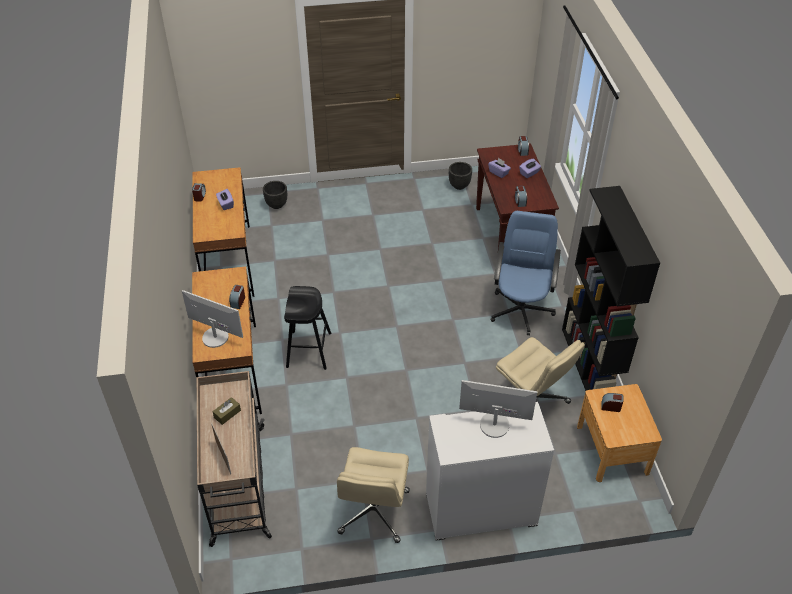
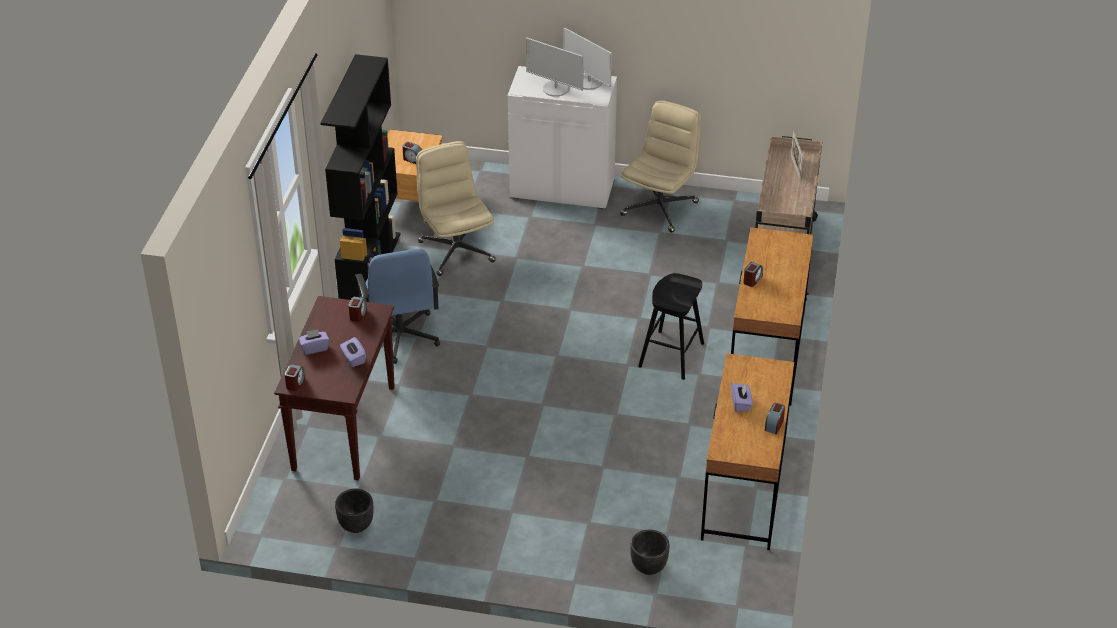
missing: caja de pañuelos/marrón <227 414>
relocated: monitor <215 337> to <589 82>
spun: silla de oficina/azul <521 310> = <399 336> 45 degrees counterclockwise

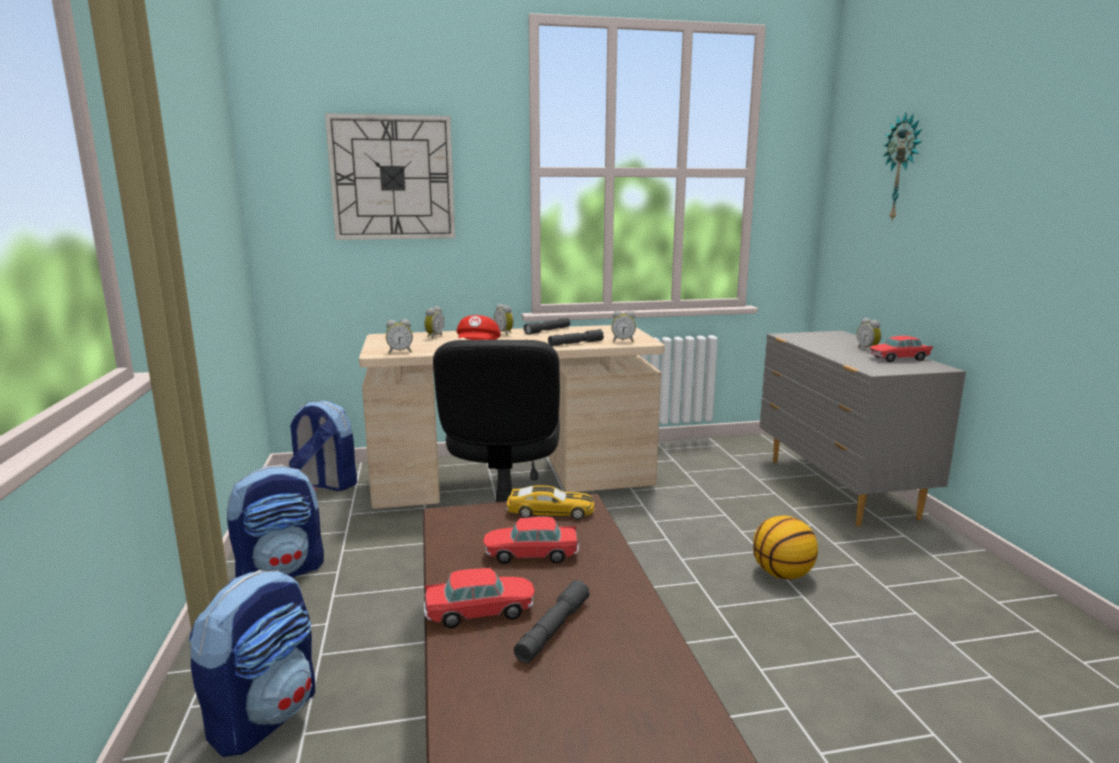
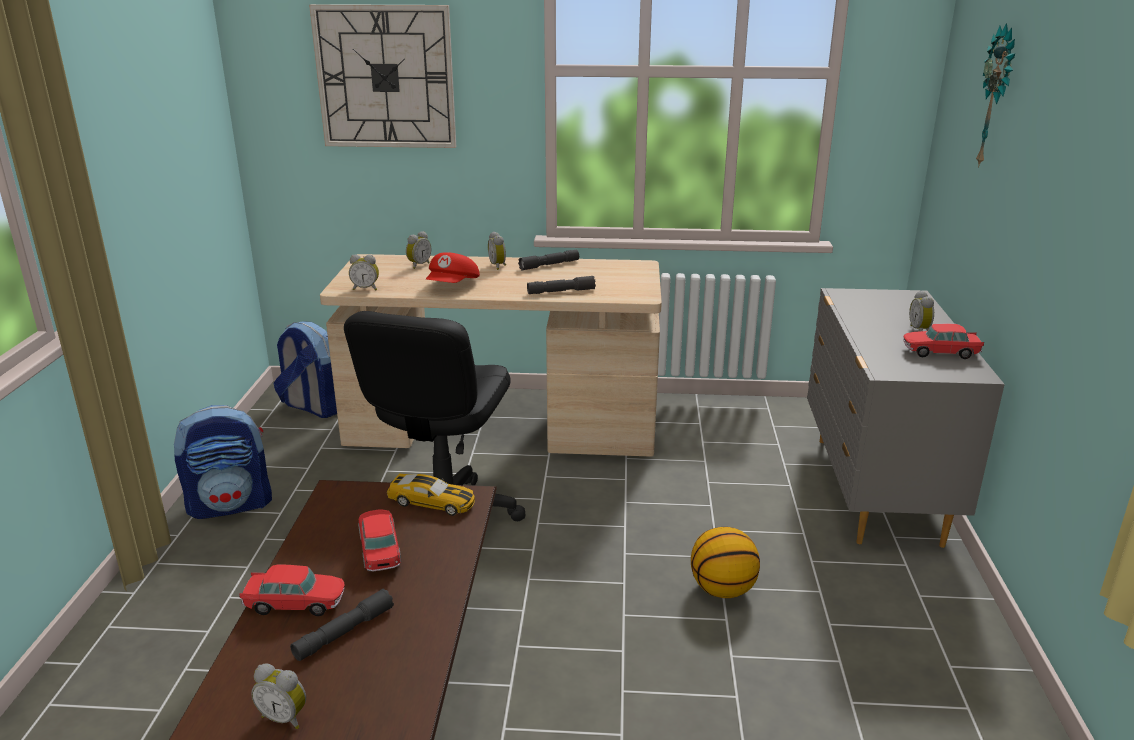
missing: mochila <265 715>
relocated: despertador <623 341> to <285 717>
spun: coche de juguete <531 554> = <380 550> 60 degrees clockwise

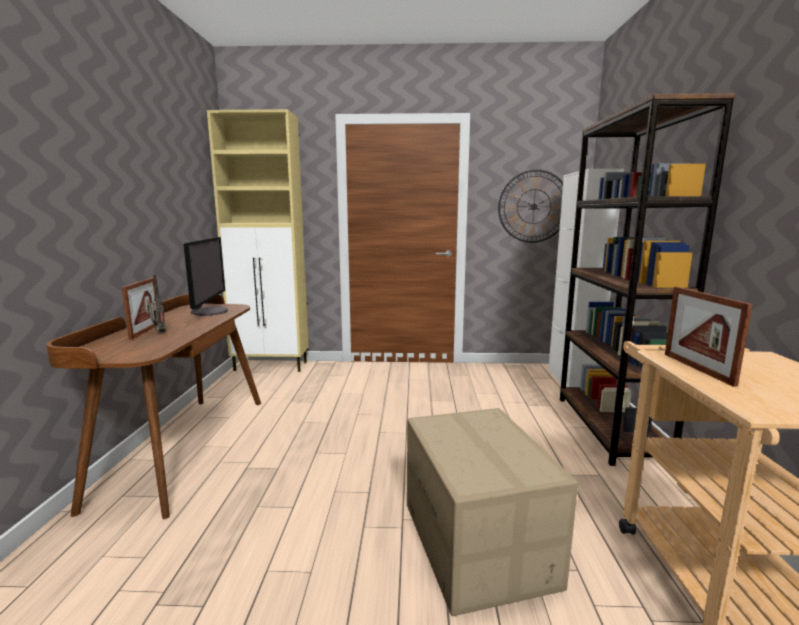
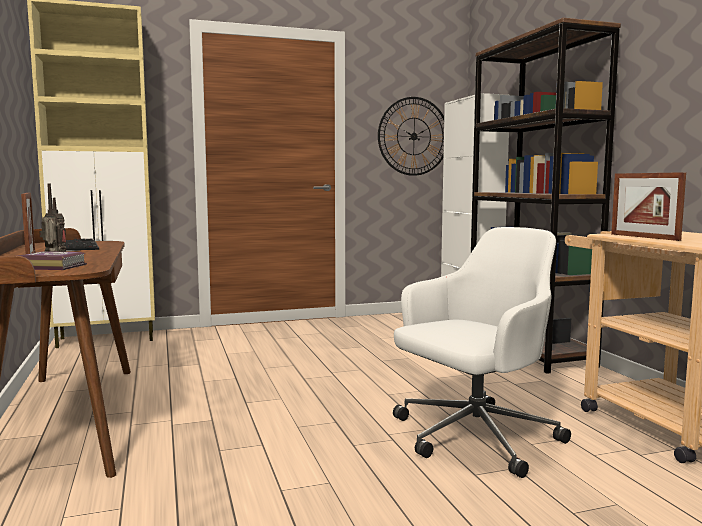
appeared: libro <51 266>
exchanged: monitor <209 312> to teclado <79 246>; caja de cartón <478 543> to silla de oficina/blanco <473 437>

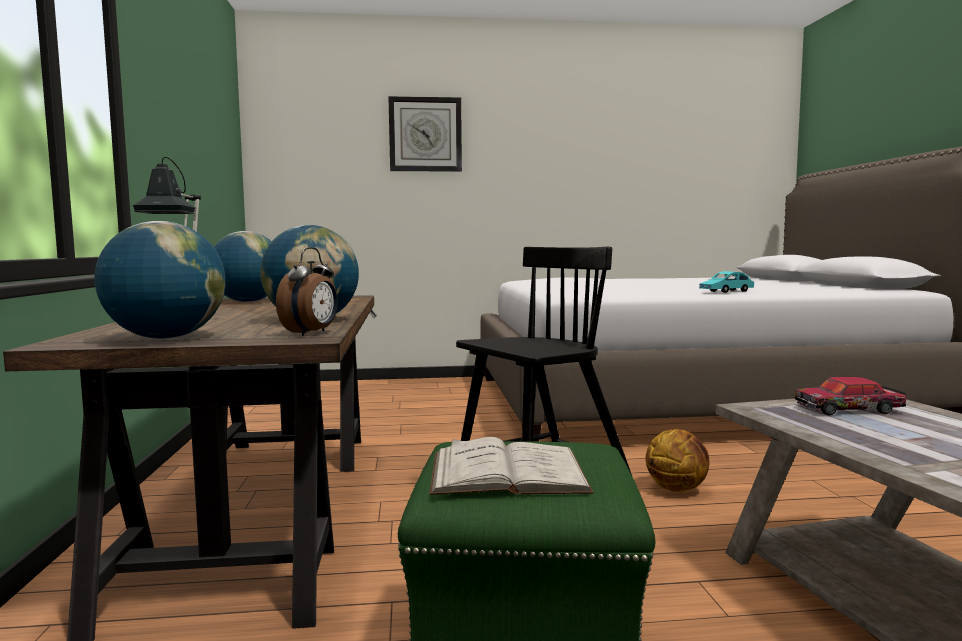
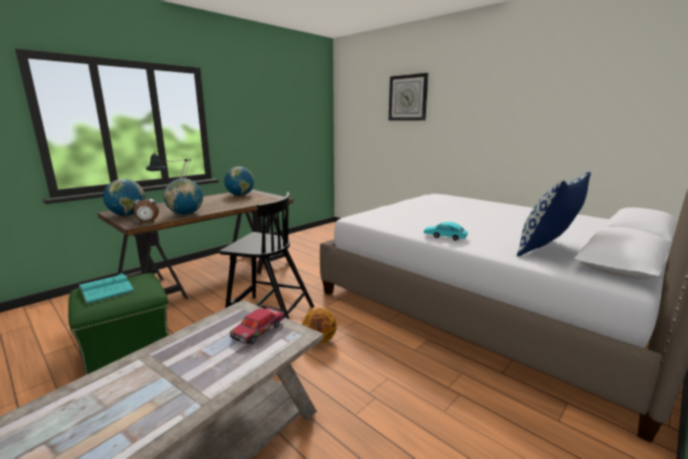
appeared: cojín <547 250>
colour: libro/blanco <507 472> to libro/turquesa <106 289>
spun: coche de juguete <849 409> = <259 330> 105 degrees counterclockwise

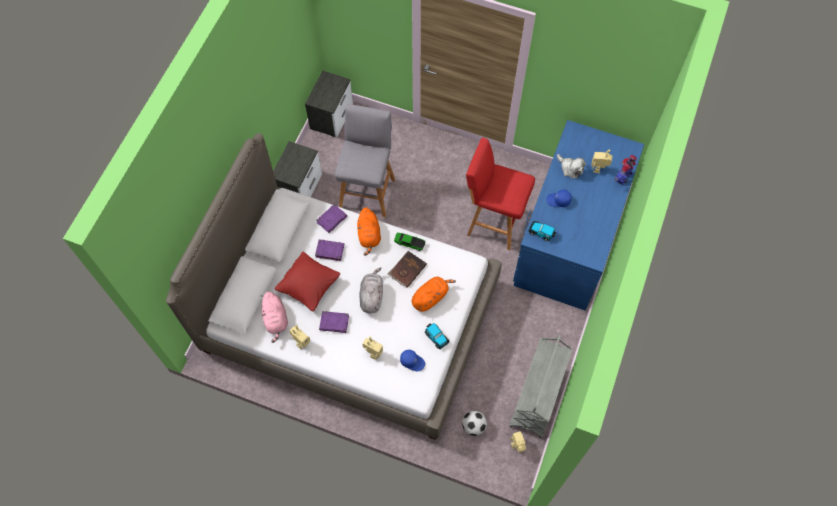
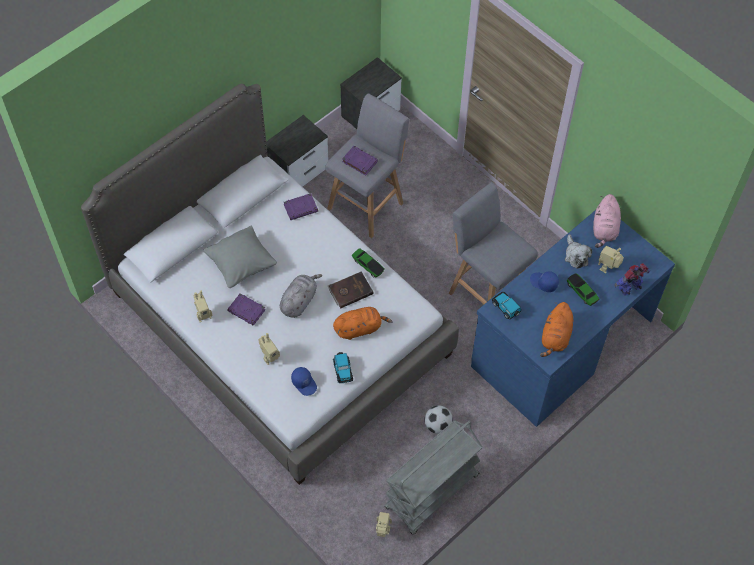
appeared: coche de juguete <582 292>
relocated: peluche/rosa <276 319> to <604 229>; libro/morado <329 251> to <359 162>; peluche/naranja <369 235> to <555 337>; balón de fútbol <473 426> to <437 425>
colour: cojín/rojo <309 286> to cojín/gris <241 264>; taburete/rojo <493 221> to taburete/gris <486 291>

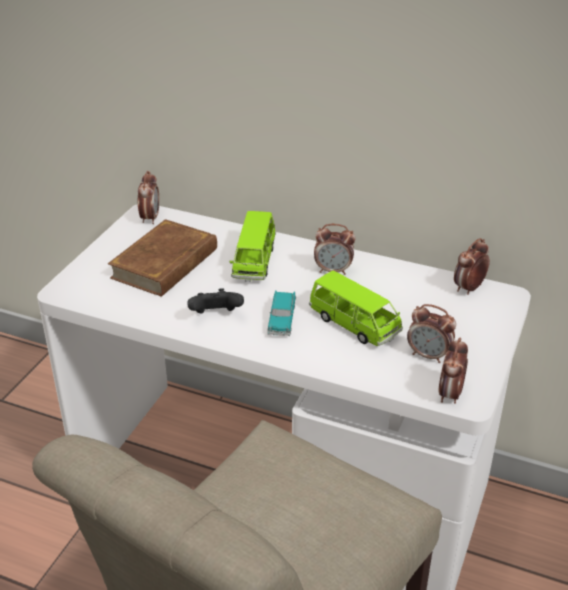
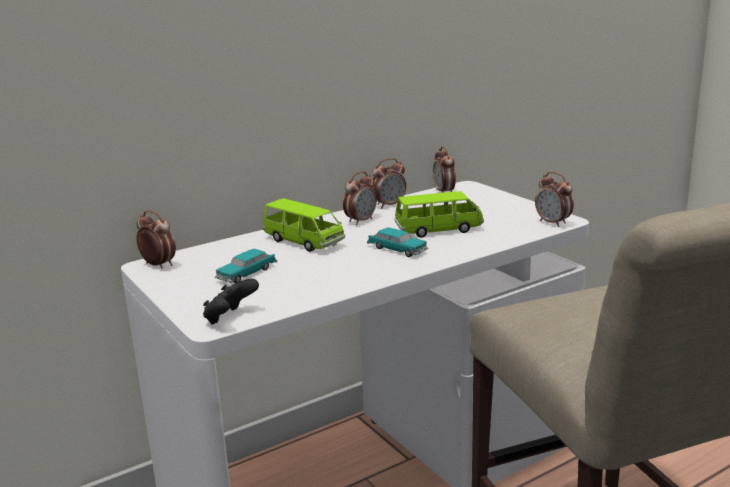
relocated: mando de consola/negro <216 316> to <230 318>; despertador <428 355> to <389 205>
exchanged: libro/marrón <165 263> to coche de juguete <246 273>

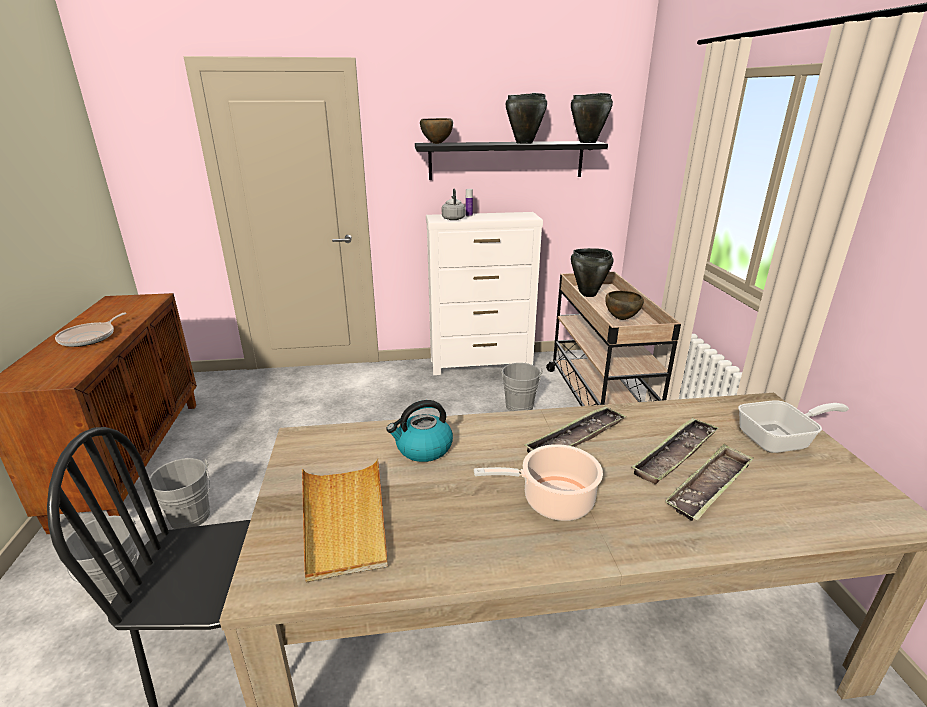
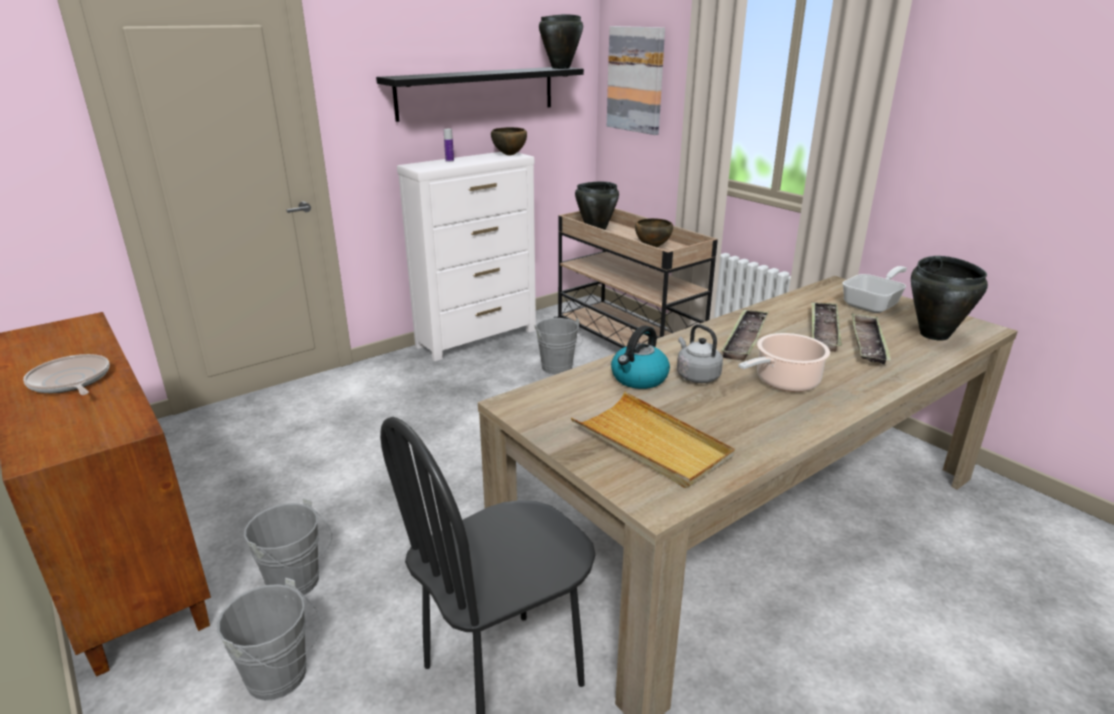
appeared: cuadro <636 80>
relocated: cuenco/marrón <437 143> to <510 155>; hervidor/gris <453 218> to <696 376>; olla/negro <524 143> to <934 335>
spun: sartén <90 337> = <71 381> 150 degrees clockwise

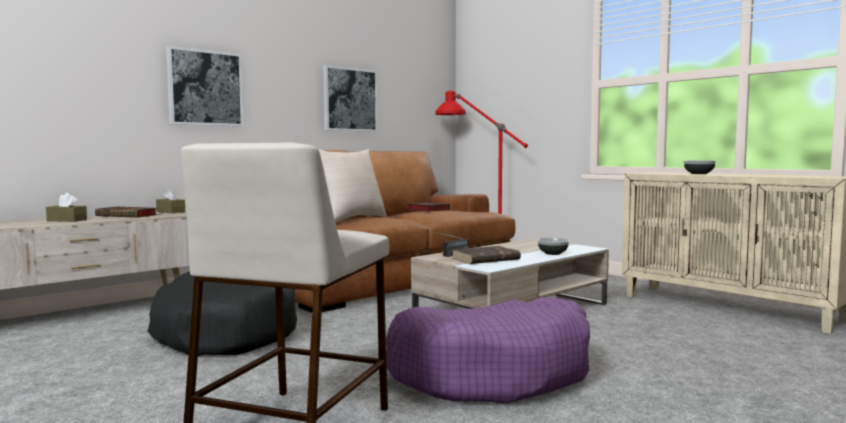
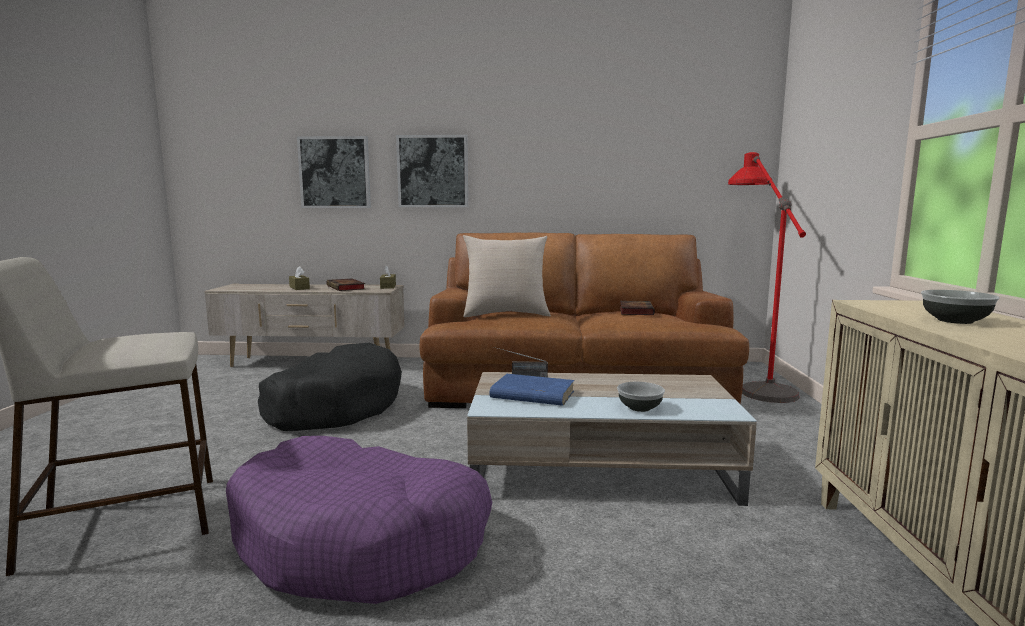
relocated: cuadro <350 99> to <335 172>
colour: libro/marrón <485 259> to libro/azul <531 394>

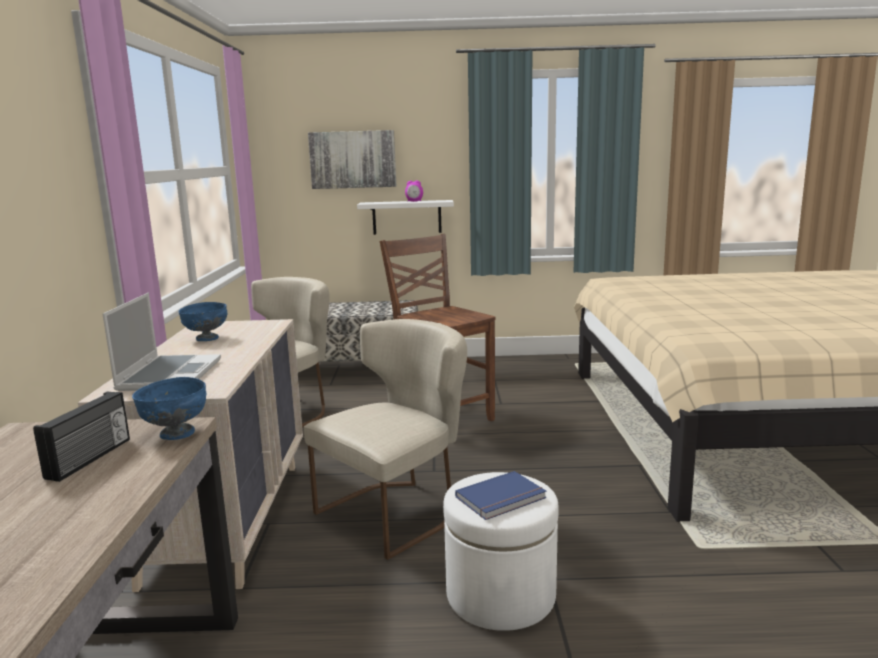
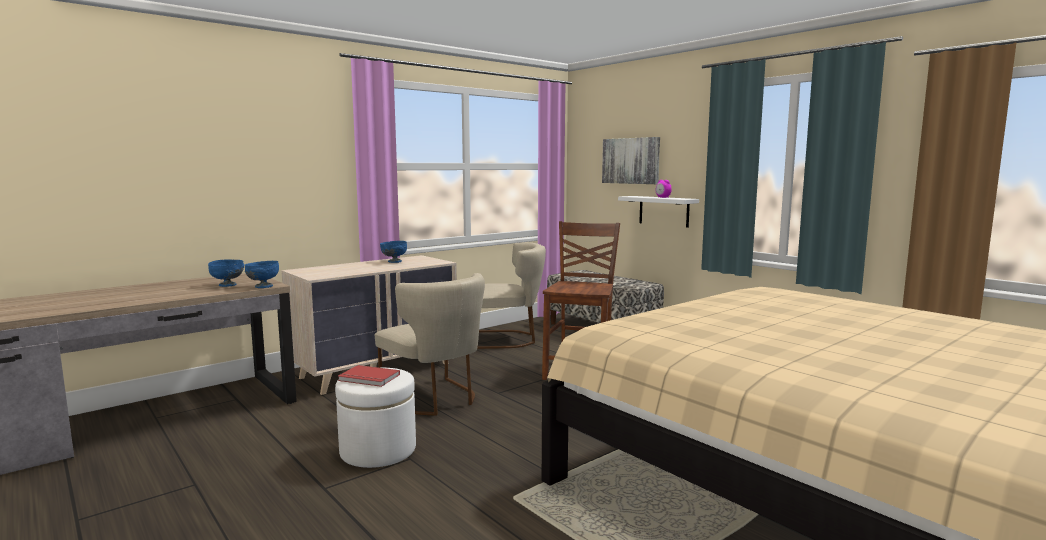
missing: portátil <169 374>
exchanged: radio <91 458> to cuenco/azul <227 285>
colour: libro/azul <502 498> to libro/rojo <368 378>
spun: silla/beis <397 510> = <435 399> 45 degrees clockwise

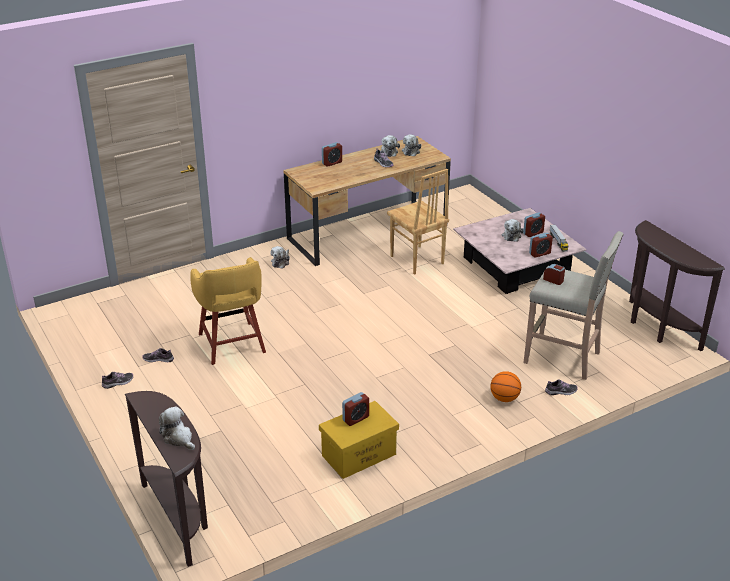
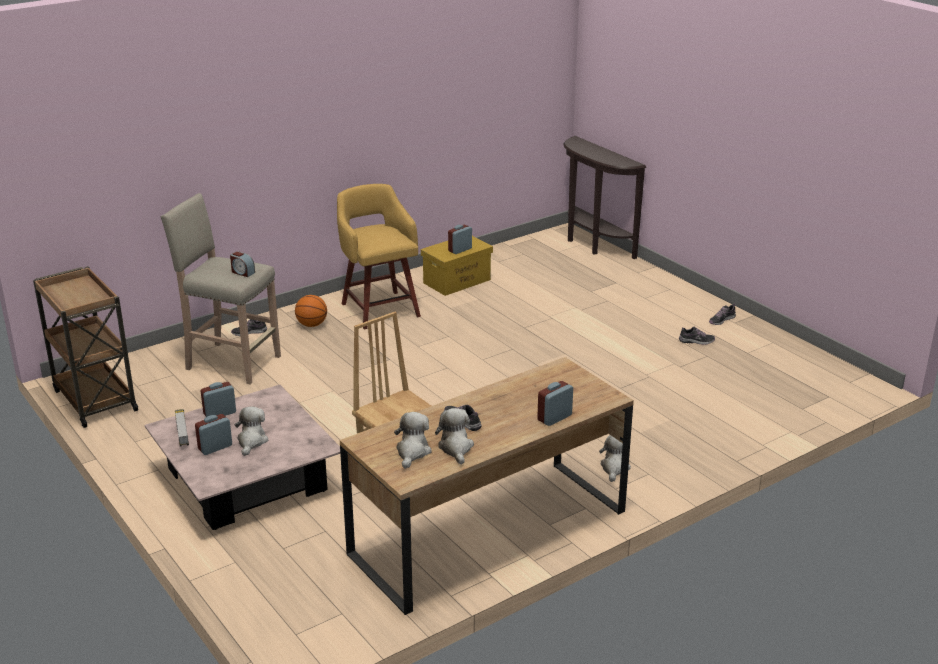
missing: peluche <178 438>
relocated: taburete/amarillo <232 345> to <380 309>
exchanged: mesa consola/marrón <656 328> to carrito/marrón <94 399>

